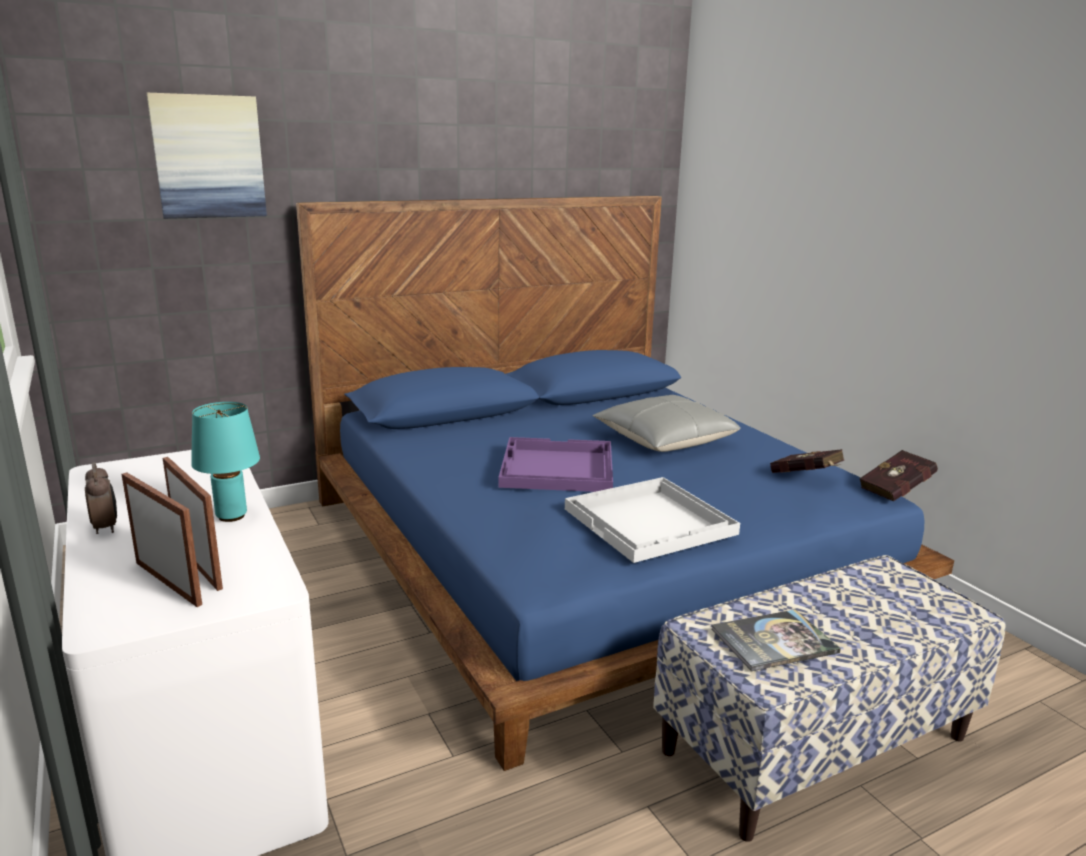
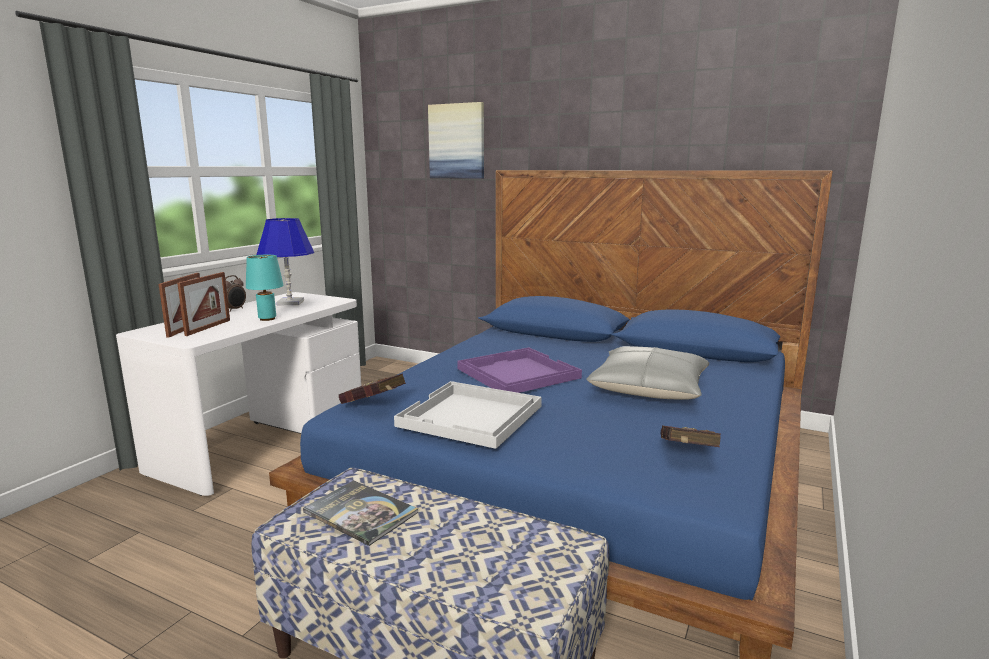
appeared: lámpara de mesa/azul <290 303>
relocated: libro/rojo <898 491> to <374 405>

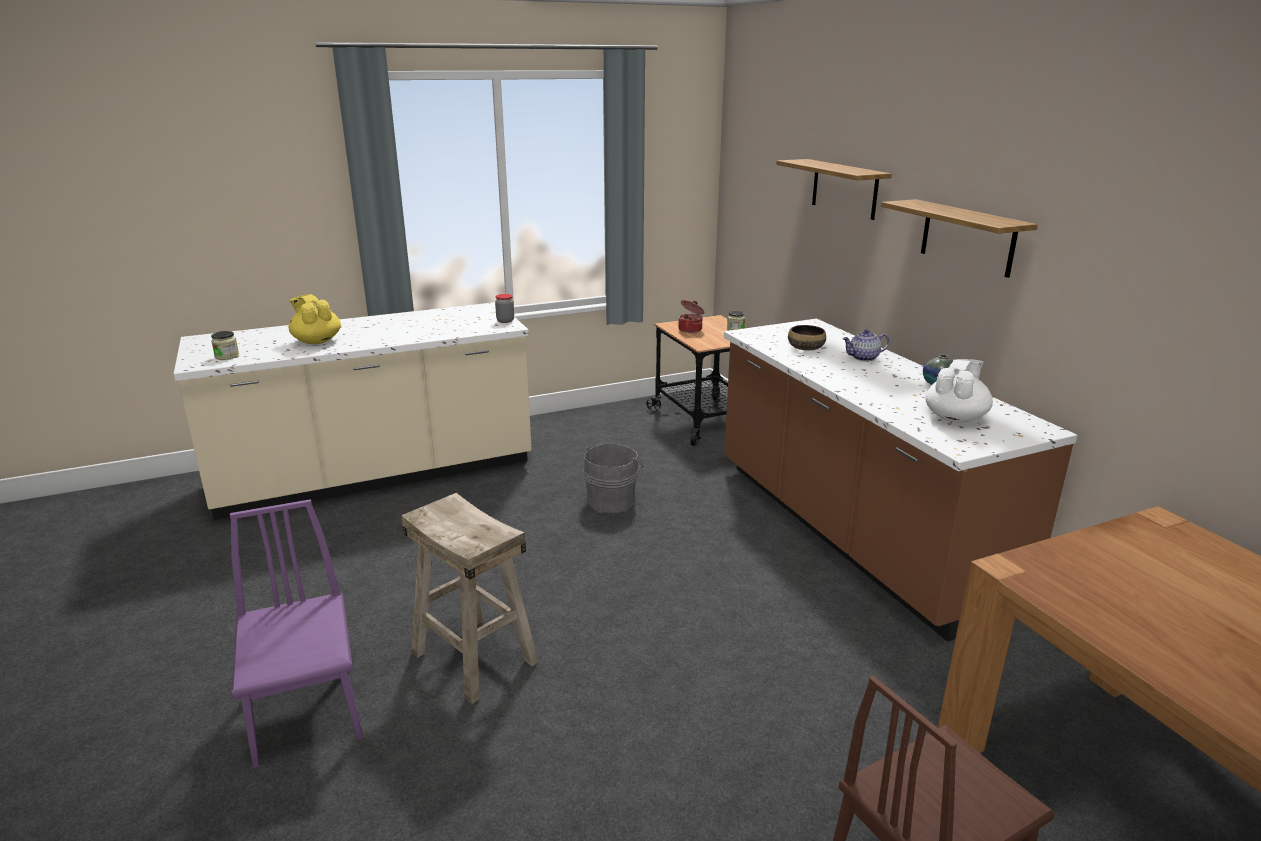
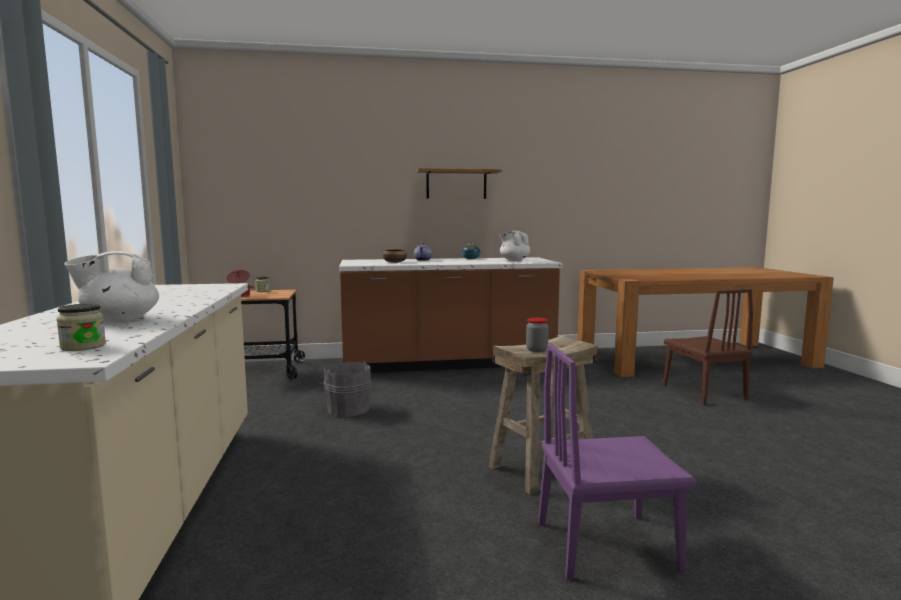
missing: estante <844 189>
relocated: tarro <505 321> to <536 350>
colour: tetera/amarillo <316 341> to tetera/blanco <119 319>

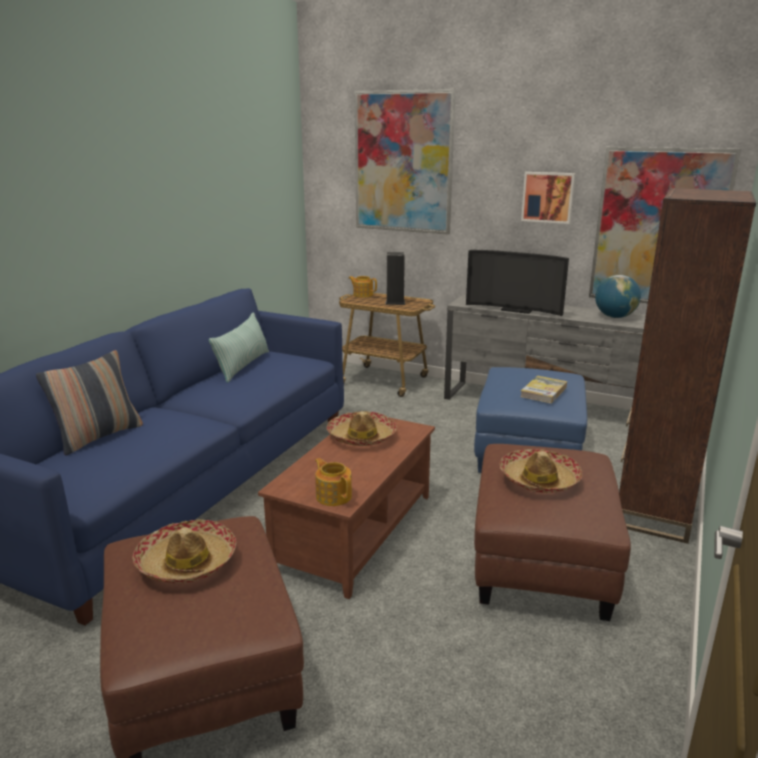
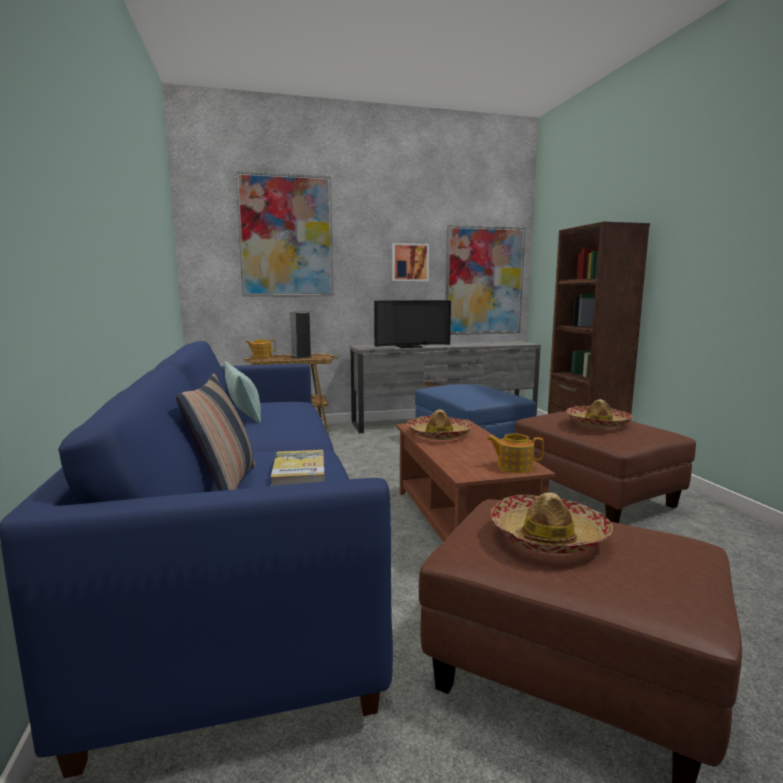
missing: globo terráqueo <615 317>
relocated: libro <543 392> to <299 472>

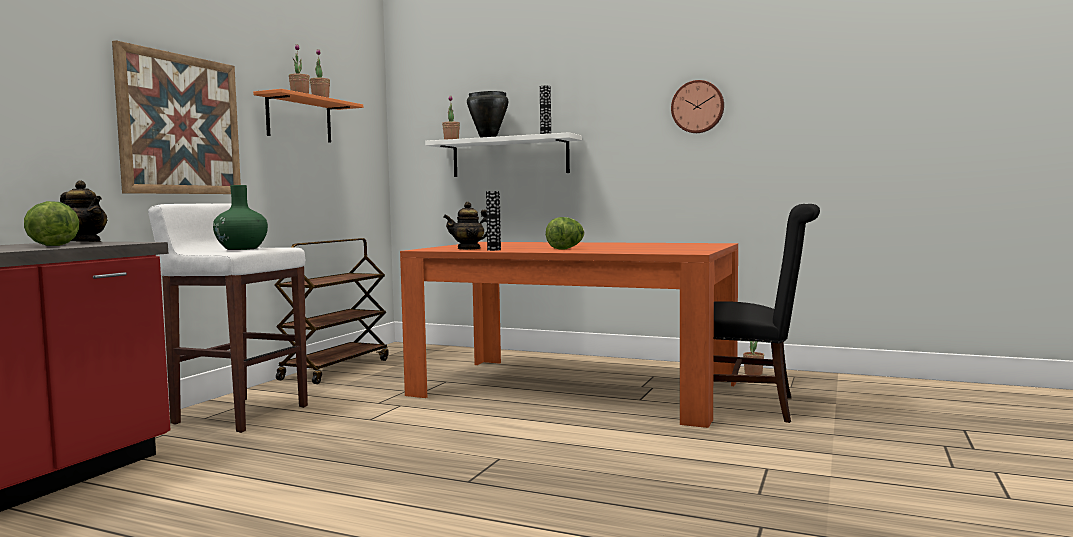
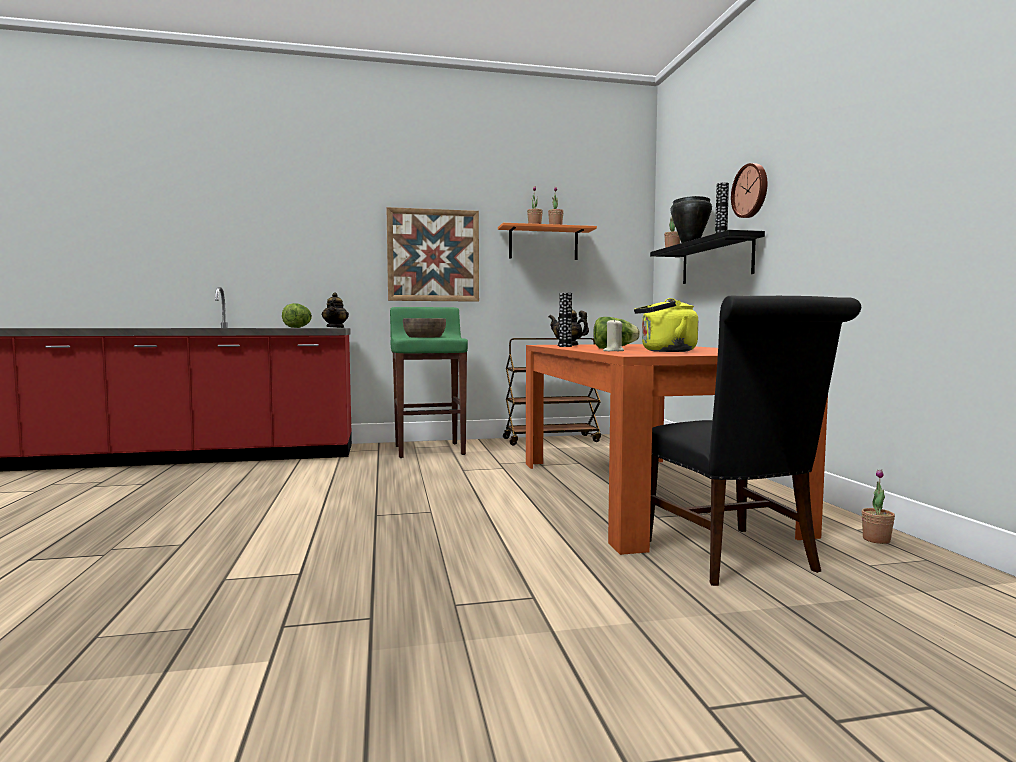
appeared: vela/beis <613 351>; hervidor/amarillo <665 351>
relocated: reloj de pared <698 107> to <751 191>
exchanged: florero/verde <241 249> to cuenco/marrón <424 337>
colour: taburete/blanco <240 414> to taburete/verde <429 450>; estante/blanco <509 157> to estante/negro <716 261>

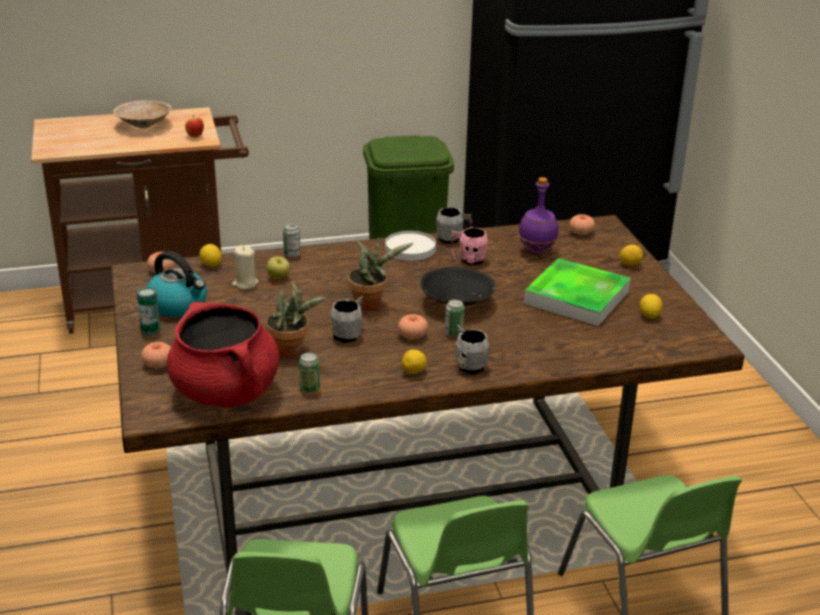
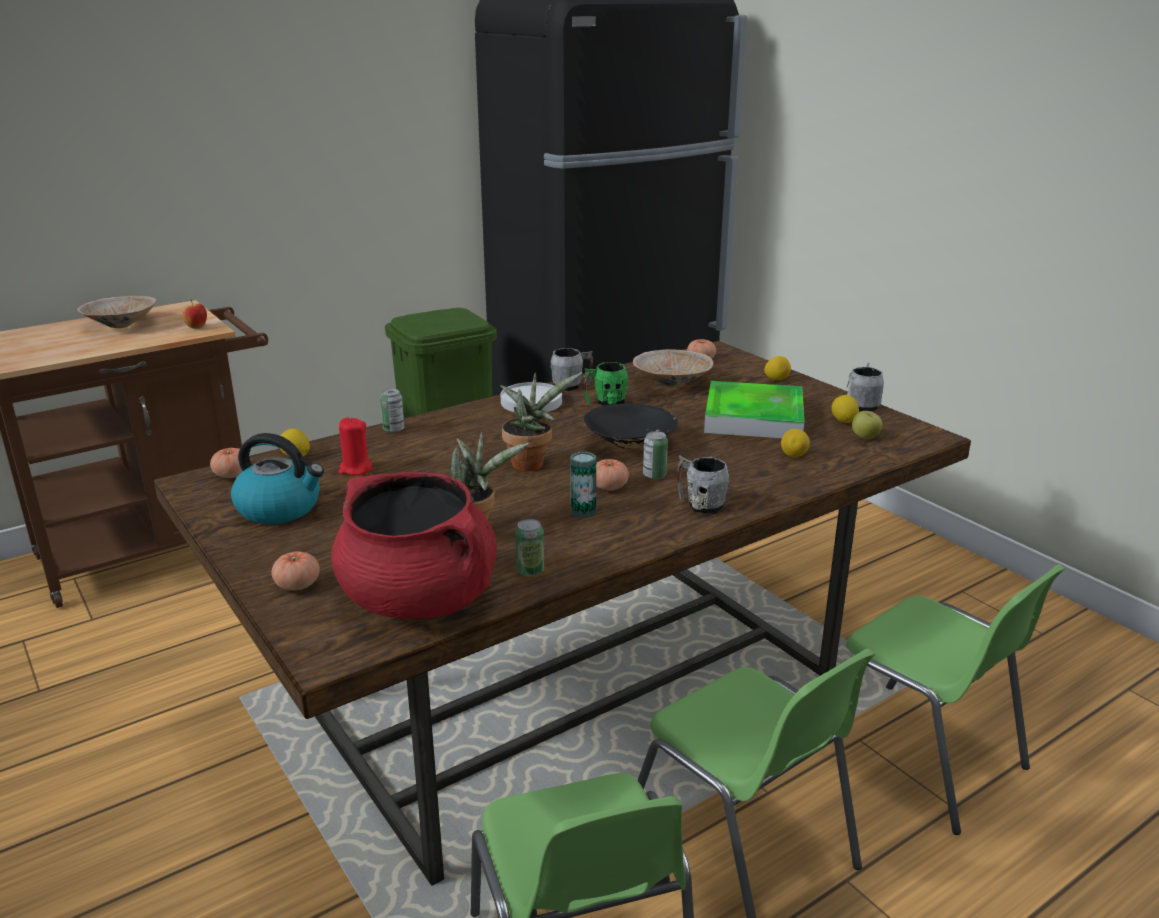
relocated: lata <150 330> to <583 512>; manzana <278 278> to <865 438>; taza grande/gris <349 334> to <863 405>; limón <414 372> to <794 456>
exchanged: botella/morado <536 251> to cuenco/beis <671 382>
colour: vela/beis <245 283> to vela/rojo <355 469>; taza grande/rosa <468 259> to taza grande/verde <605 402>

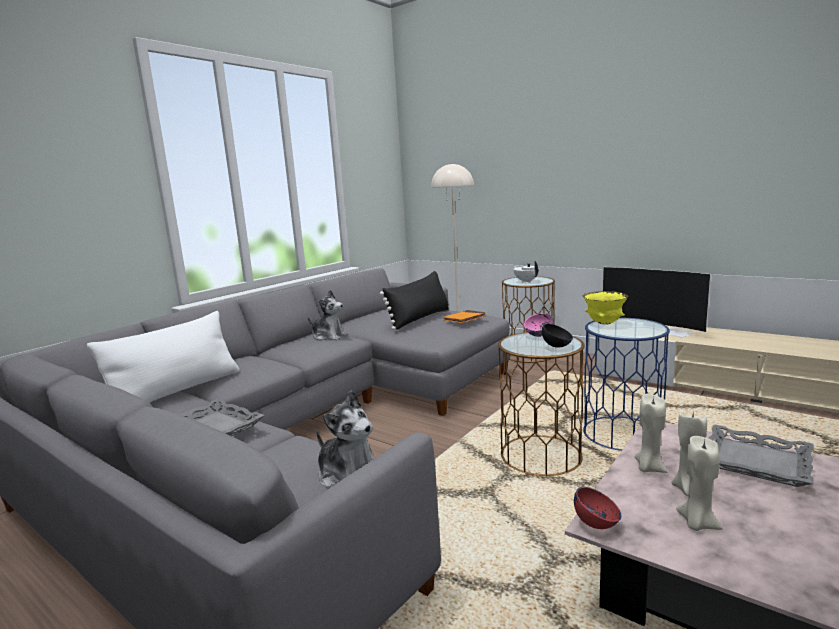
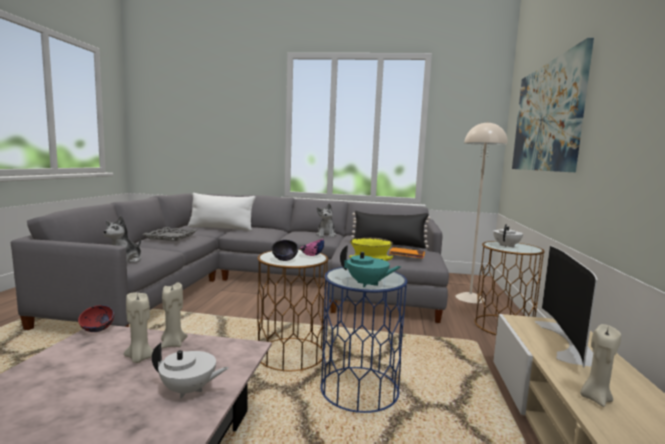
appeared: tetera/turquesa <367 284>; cuadro <546 117>
relocated: vela/beis <697 523> to <595 398>
exchanged: bandeja/gris <756 461> to tetera/blanco <189 390>

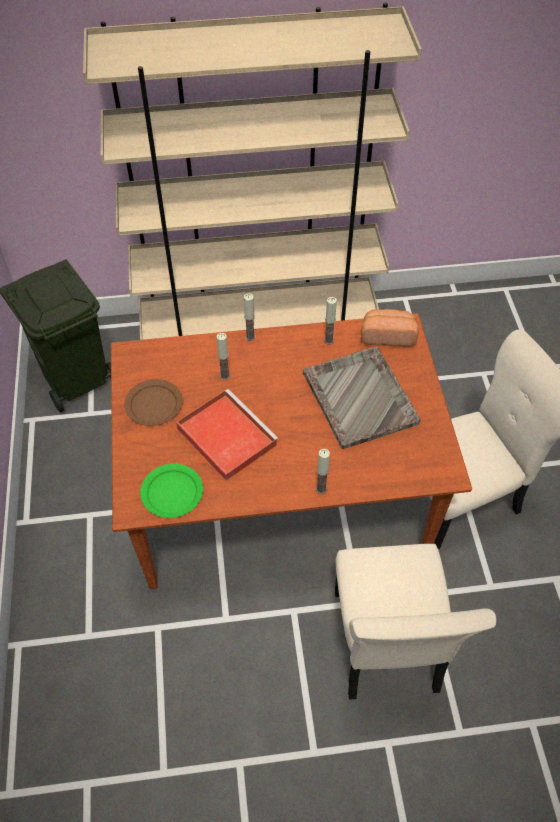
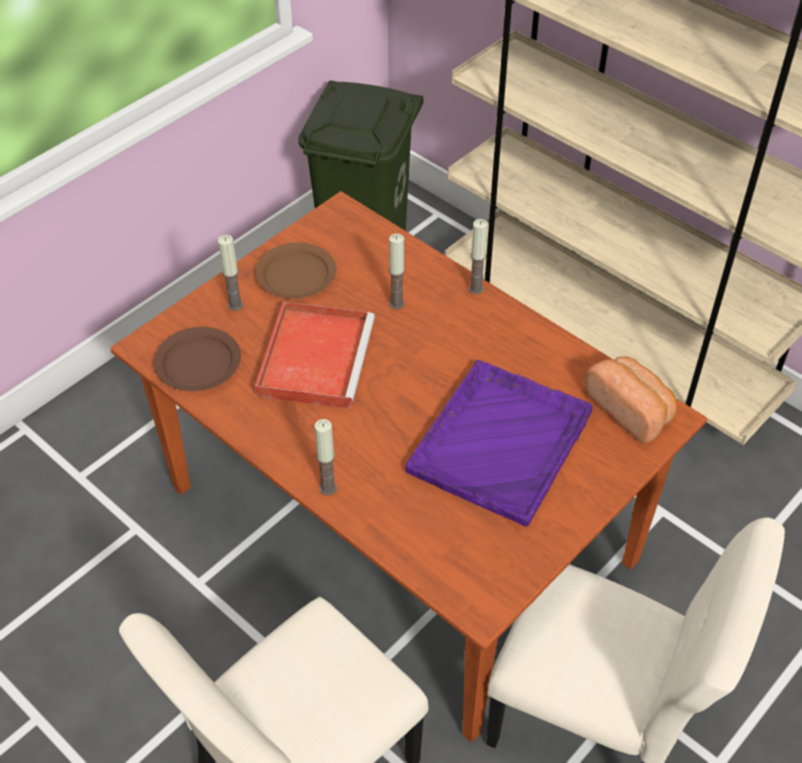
relocated: vela <328 340> to <235 305>
colour: plato/verde <172 492> to plato/marrón <198 361>; bandeja/gris <359 397> to bandeja/morado <501 441>

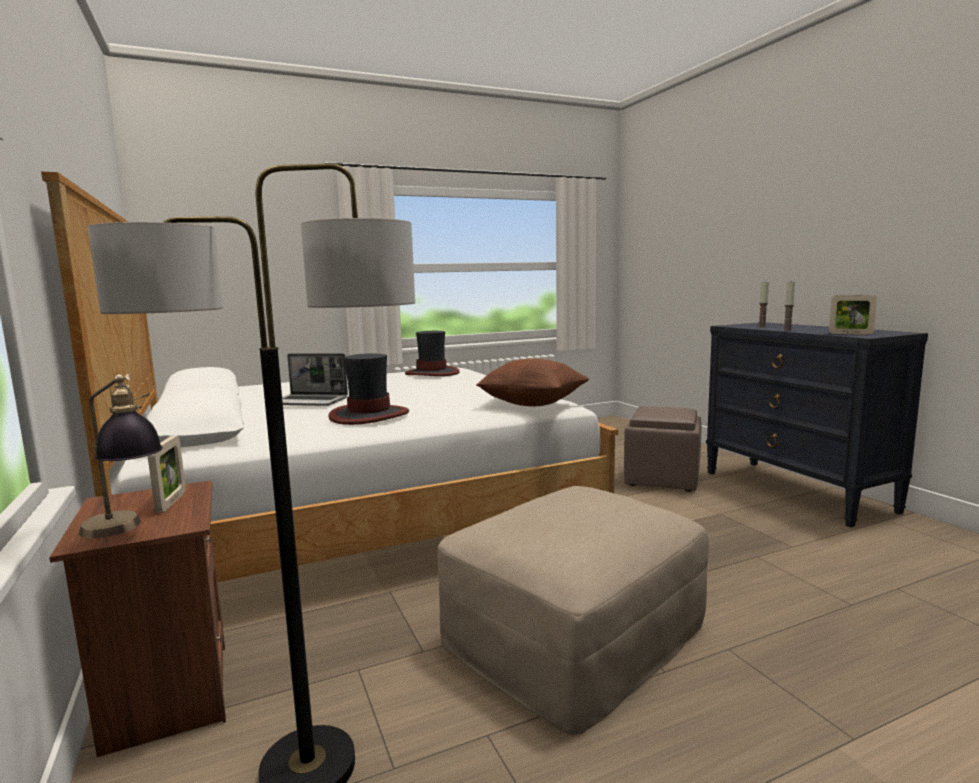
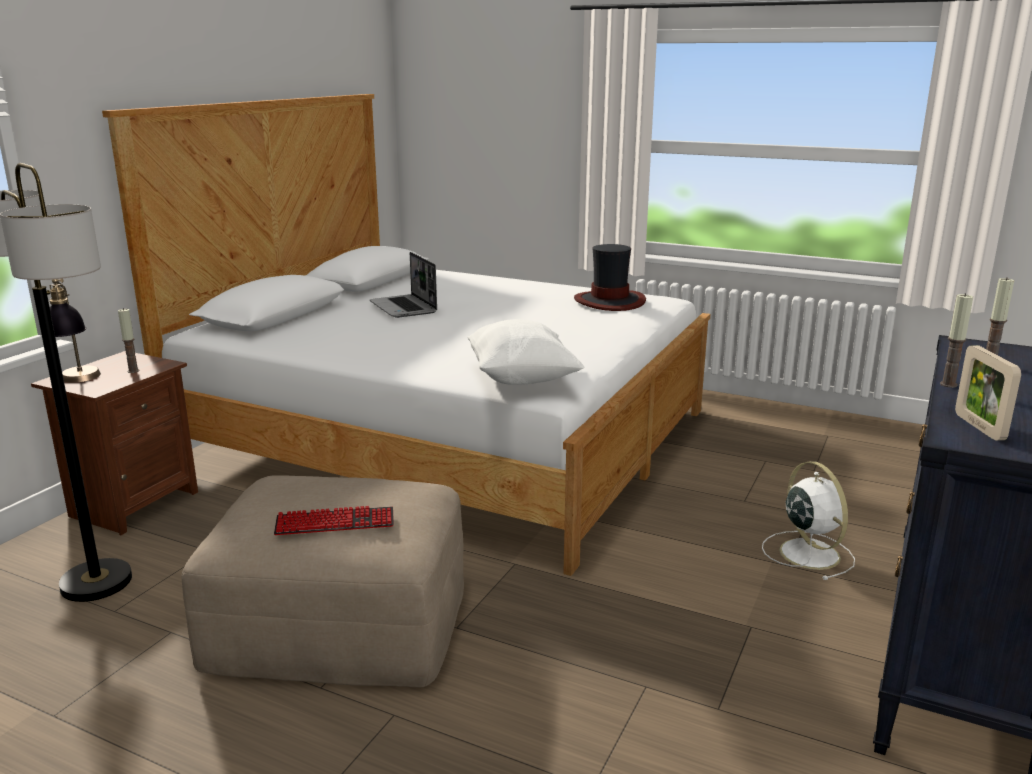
missing: sombrero <369 415>
appeared: teclado <335 523>
exchanged: portarretratos <171 502> to vela <133 371>; puf/marrón <661 479> to ventilador/blanco <807 552>
colour: cojín/marrón <533 404> to cojín/blanco <521 379>

